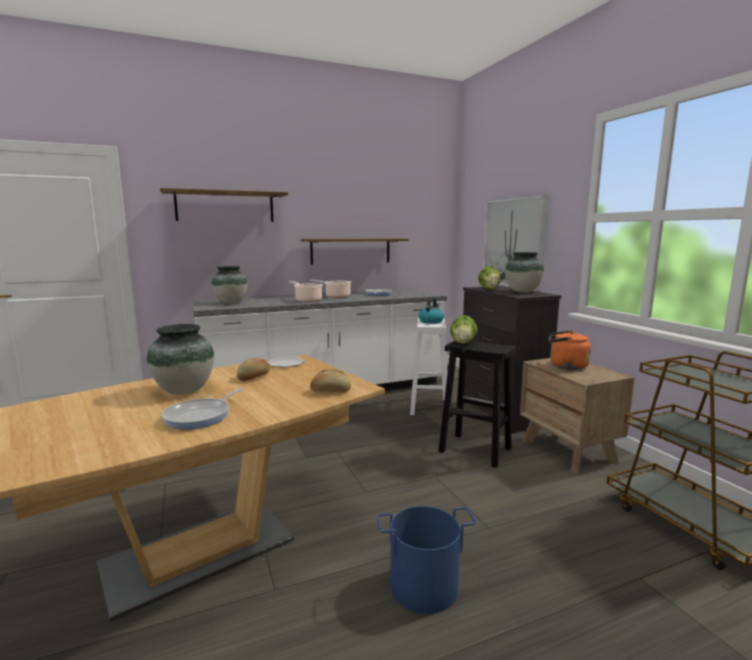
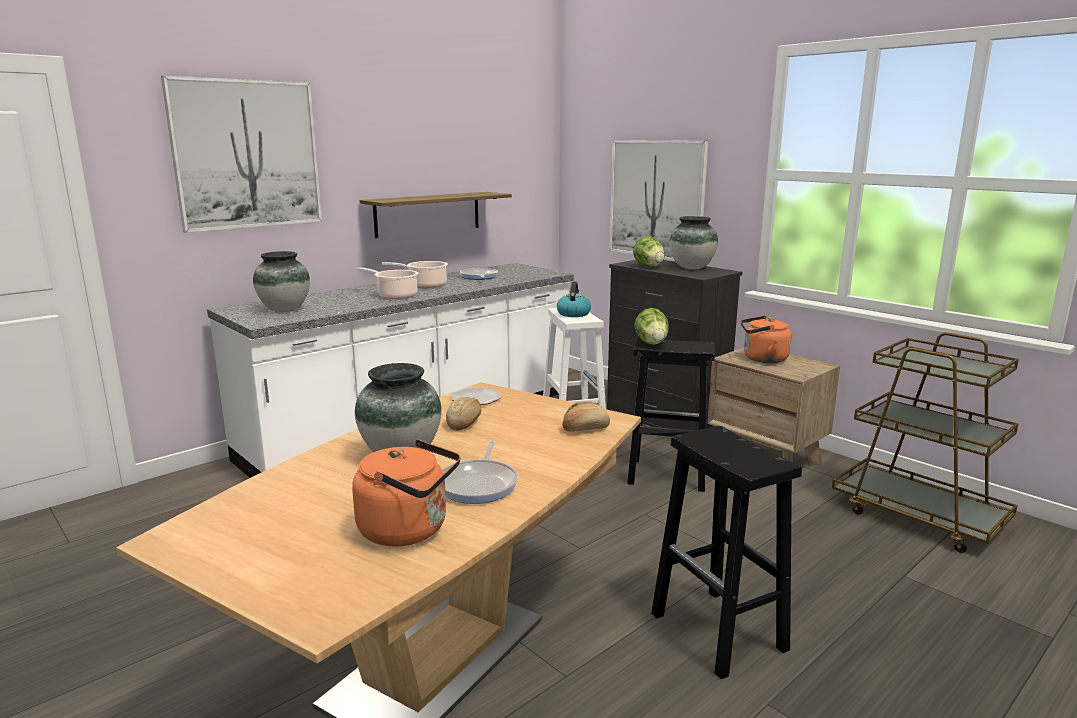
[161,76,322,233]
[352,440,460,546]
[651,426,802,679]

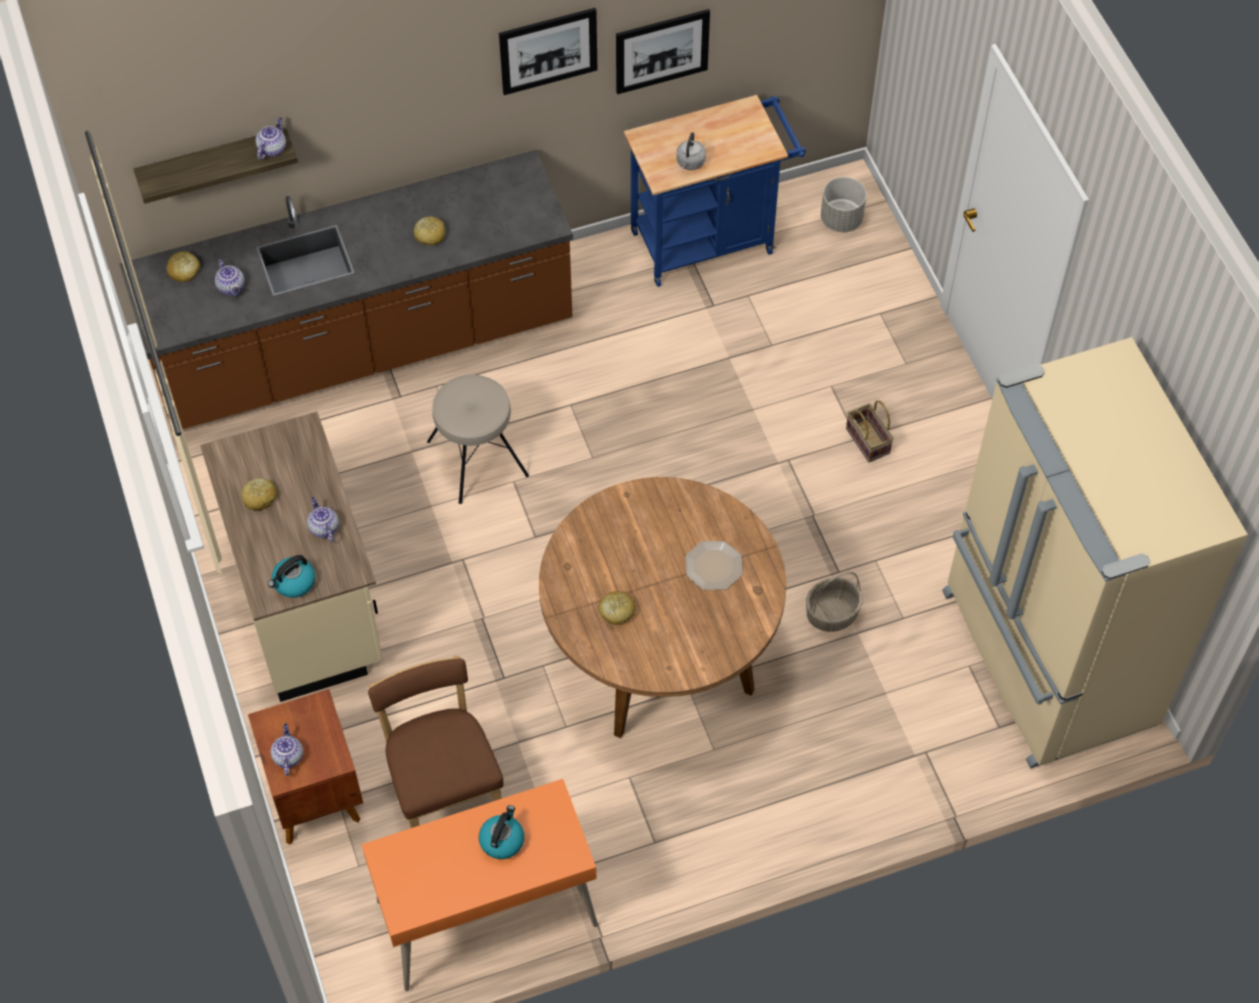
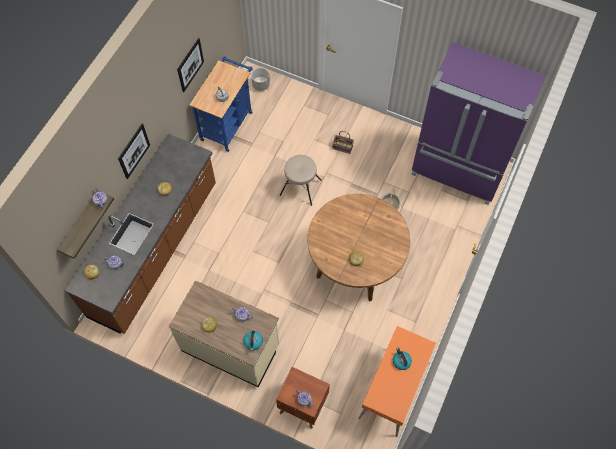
[118,124,150,179]
[280,155,322,206]
[411,42,546,205]
[368,656,504,828] (first image)
[686,541,742,590] (first image)

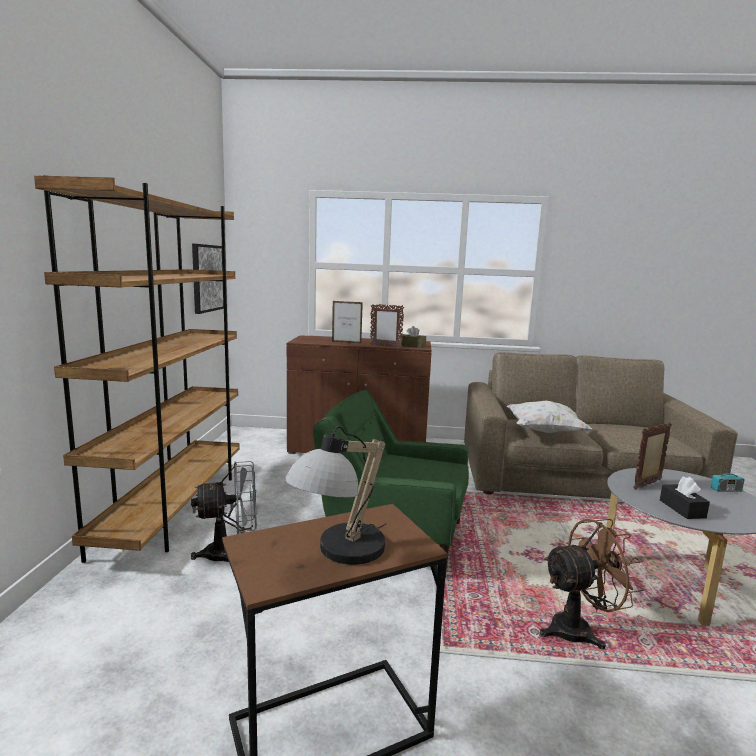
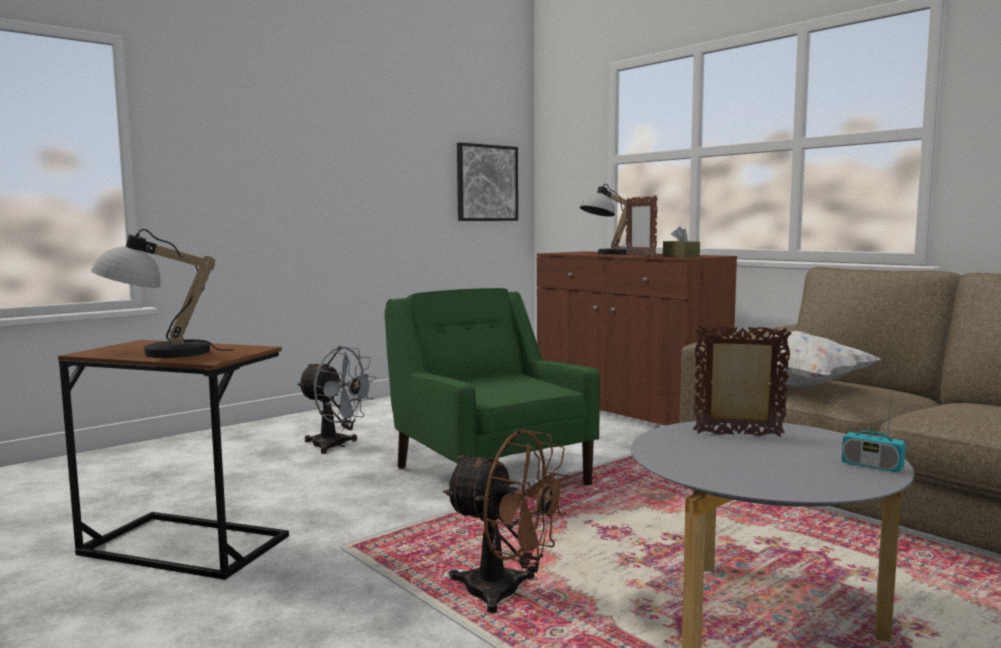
[580,184,629,255]
[34,175,240,563] (first image)
[660,476,710,519] (first image)

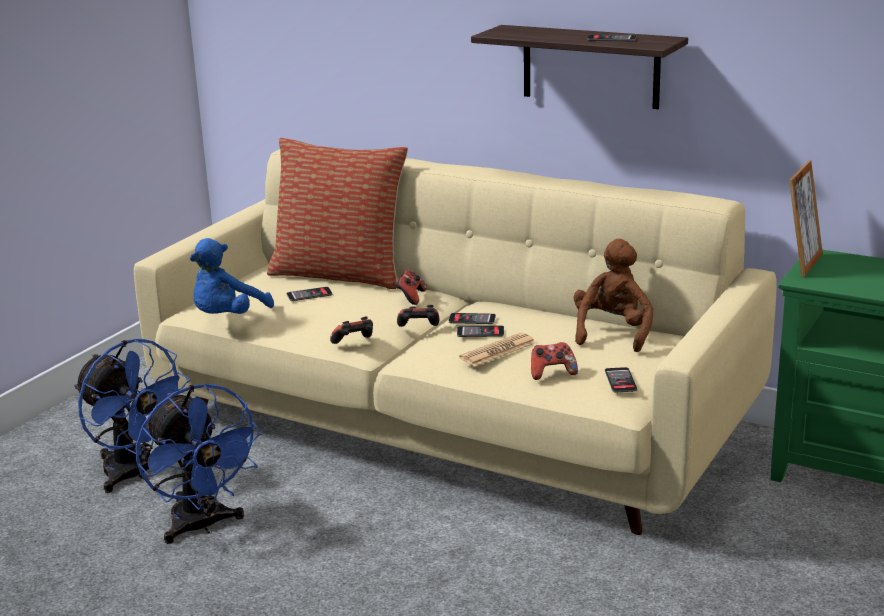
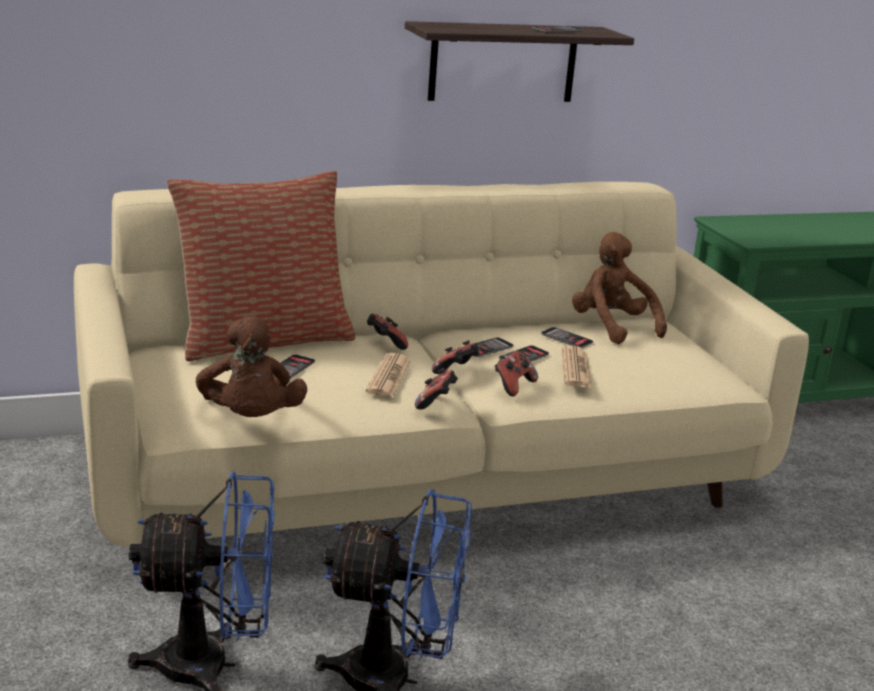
[196,316,307,417]
[366,353,411,397]
[495,351,538,396]
[541,327,593,348]
[789,160,823,277] (first image)

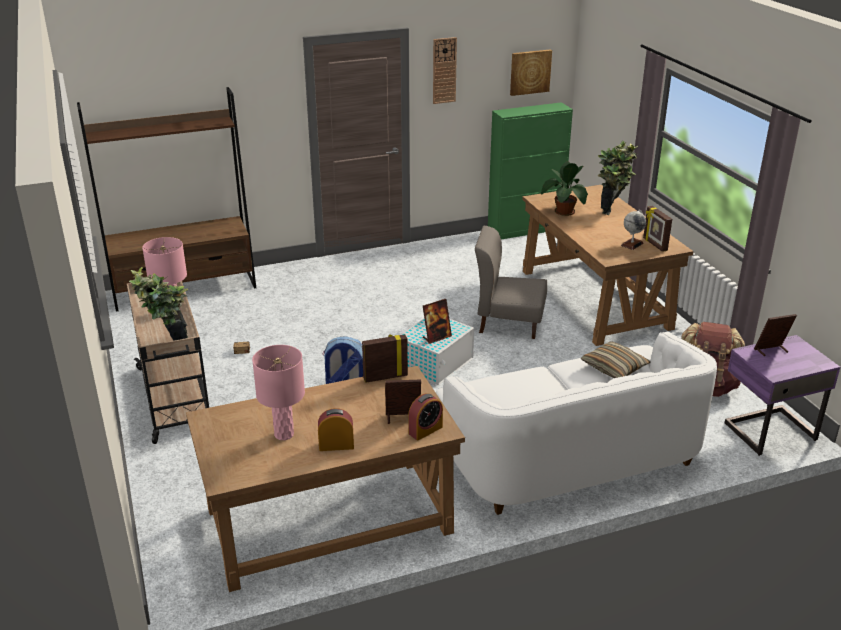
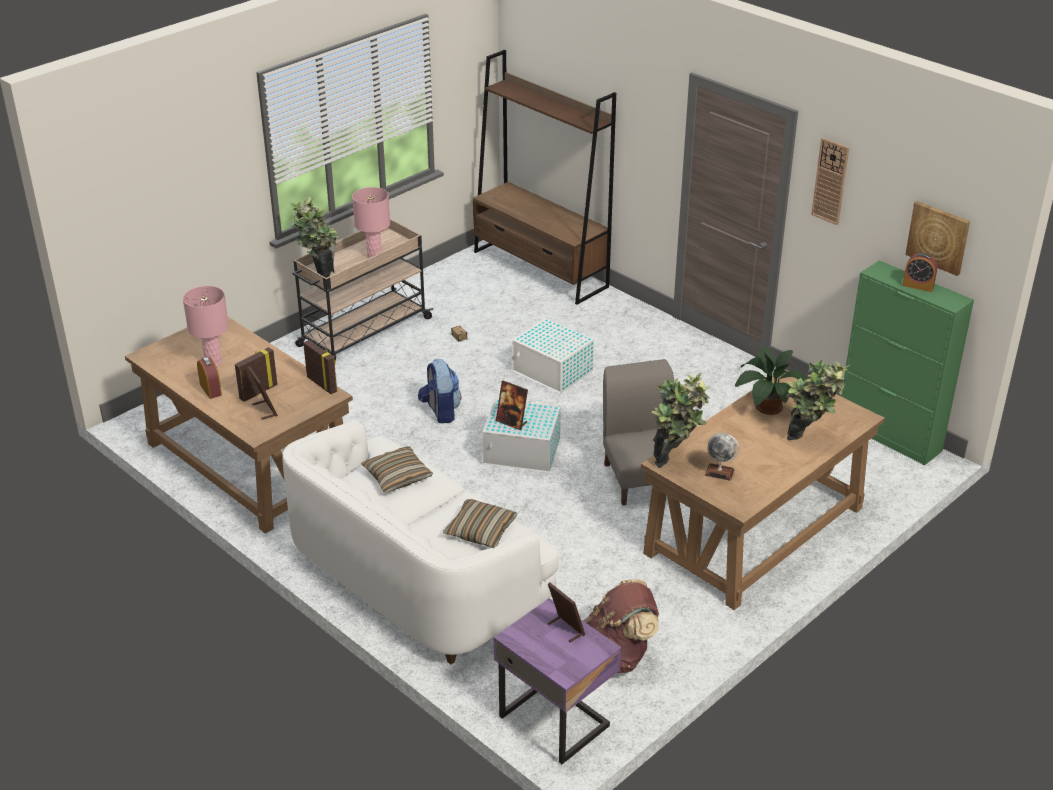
[235,347,278,402]
[361,446,433,493]
[512,318,594,393]
[652,373,711,468]
[902,253,937,292]

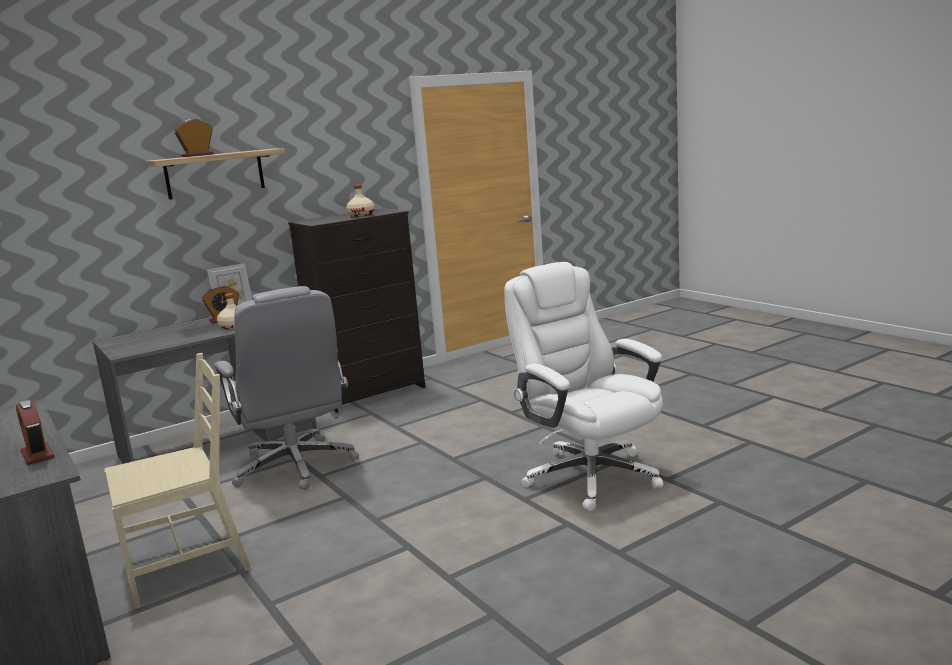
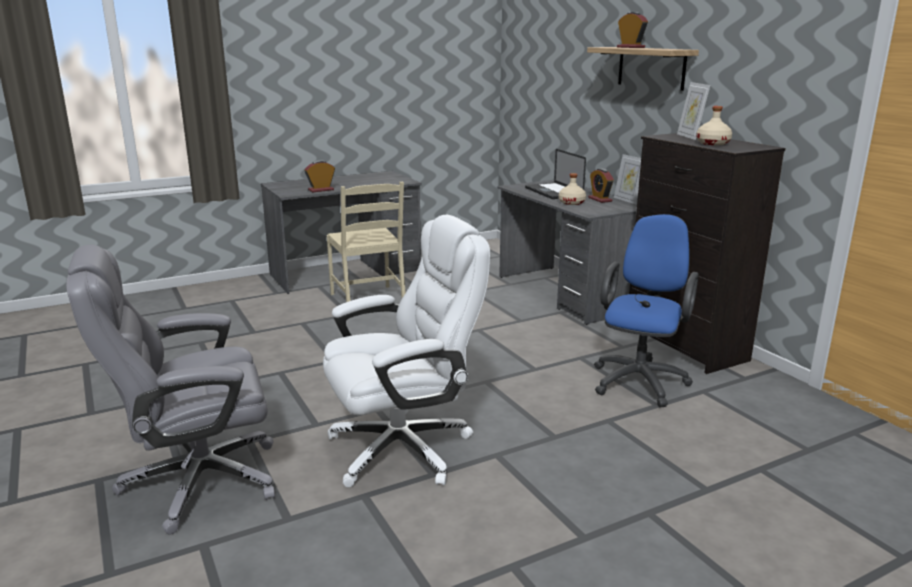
[66,245,275,534]
[525,149,586,199]
[594,214,699,407]
[677,82,710,140]

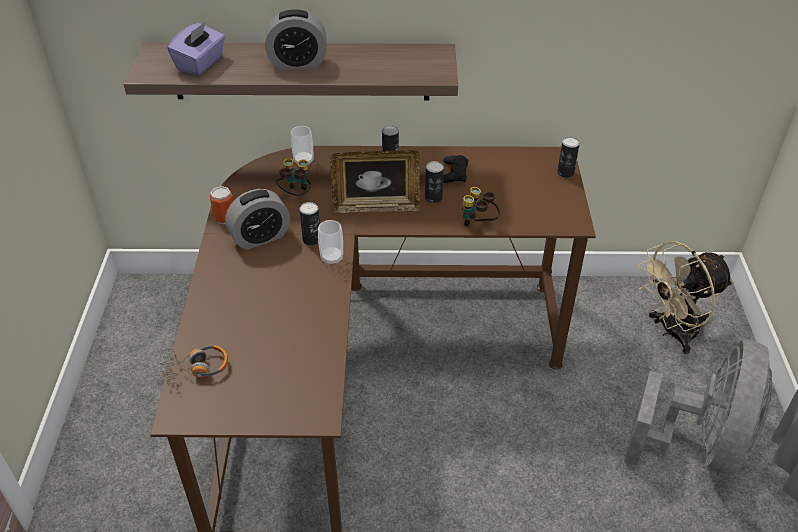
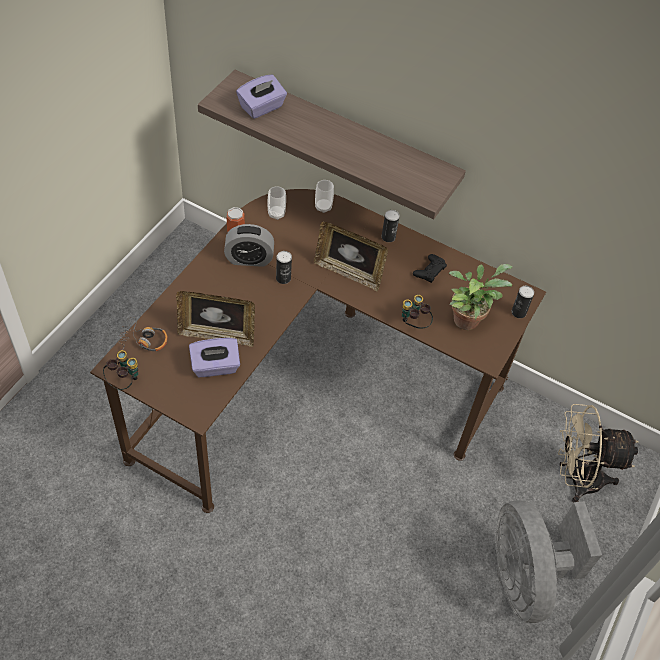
[103,350,138,390]
[176,291,255,347]
[189,338,240,377]
[268,186,286,220]
[449,264,512,330]
[494,500,602,623]
[265,9,327,69] (first image)
[425,161,444,203] (first image)

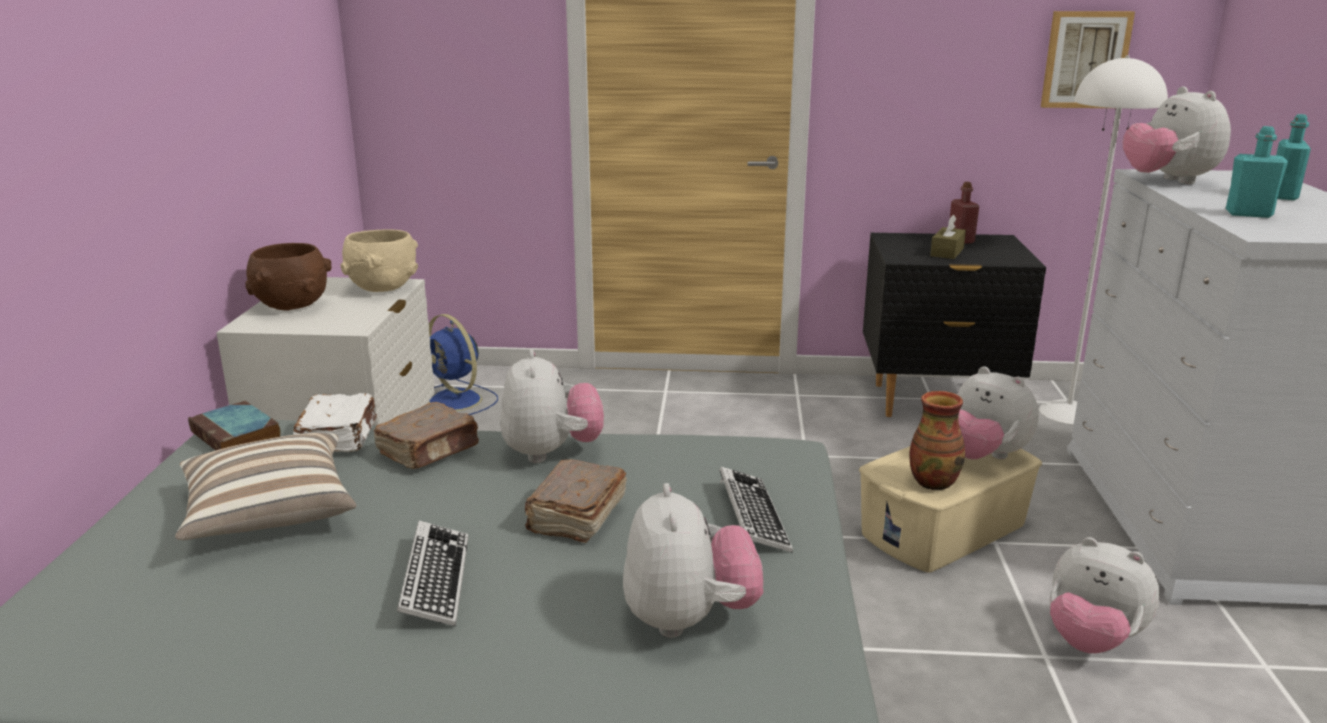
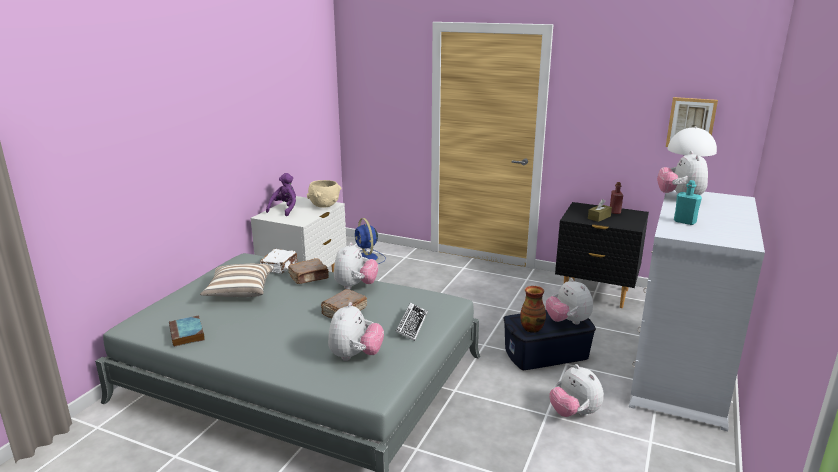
[169,315,205,347]
[266,173,296,216]
[503,310,596,370]
[397,520,468,626] (first image)
[1276,114,1311,200] (first image)

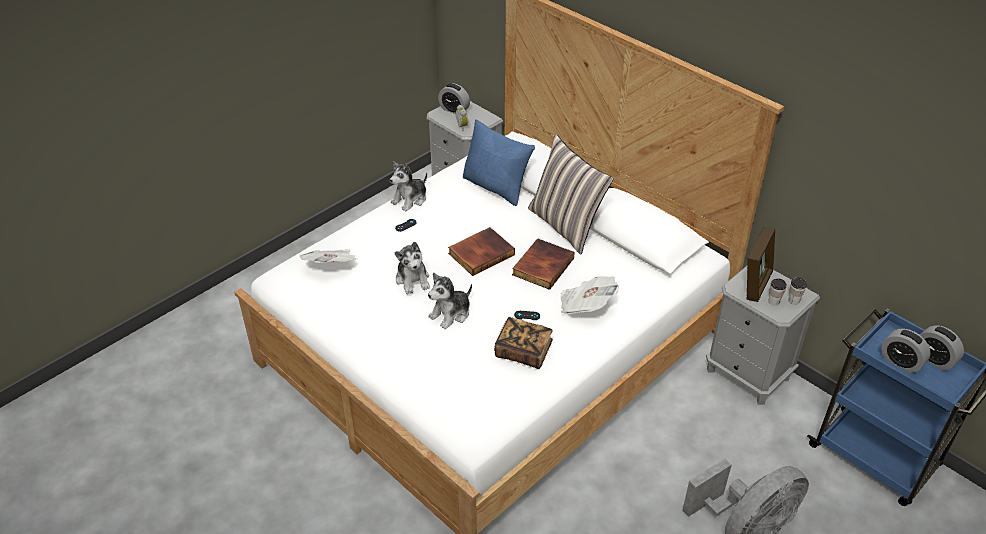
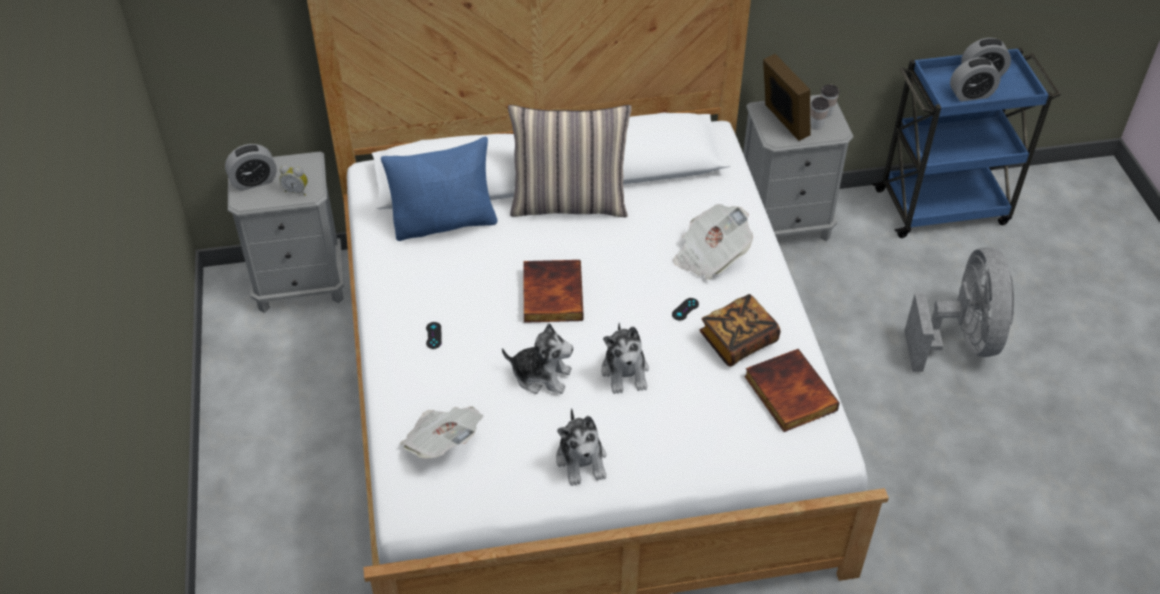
[556,408,606,486]
[744,349,839,432]

